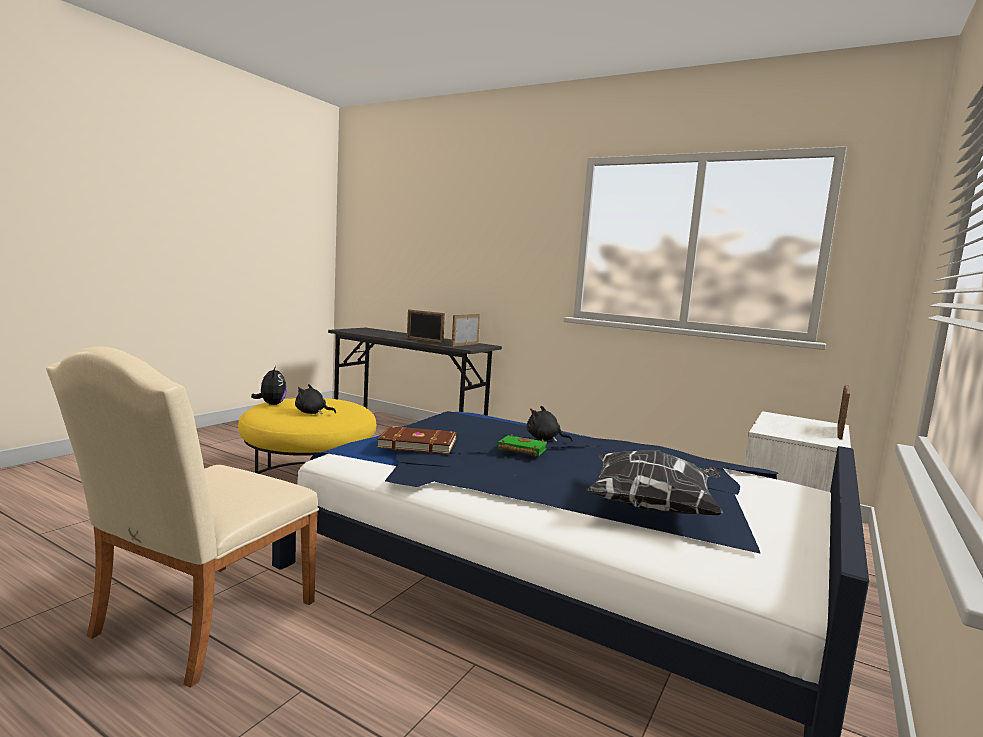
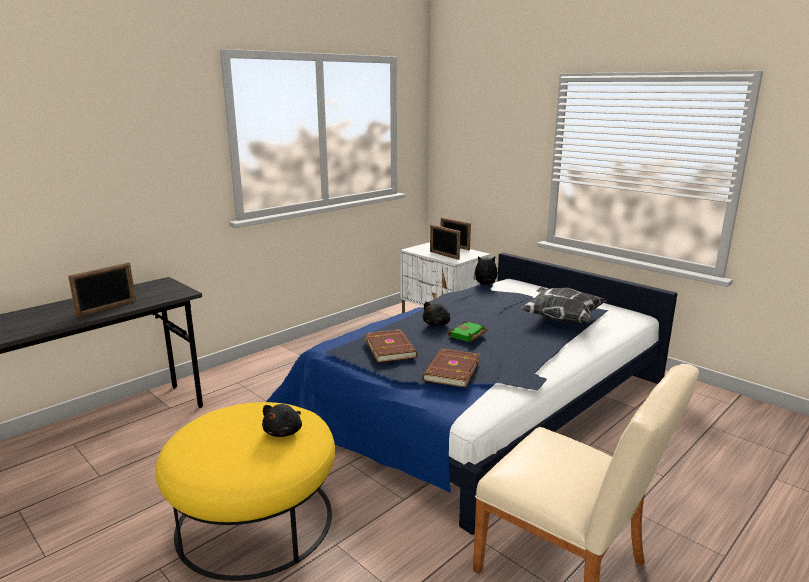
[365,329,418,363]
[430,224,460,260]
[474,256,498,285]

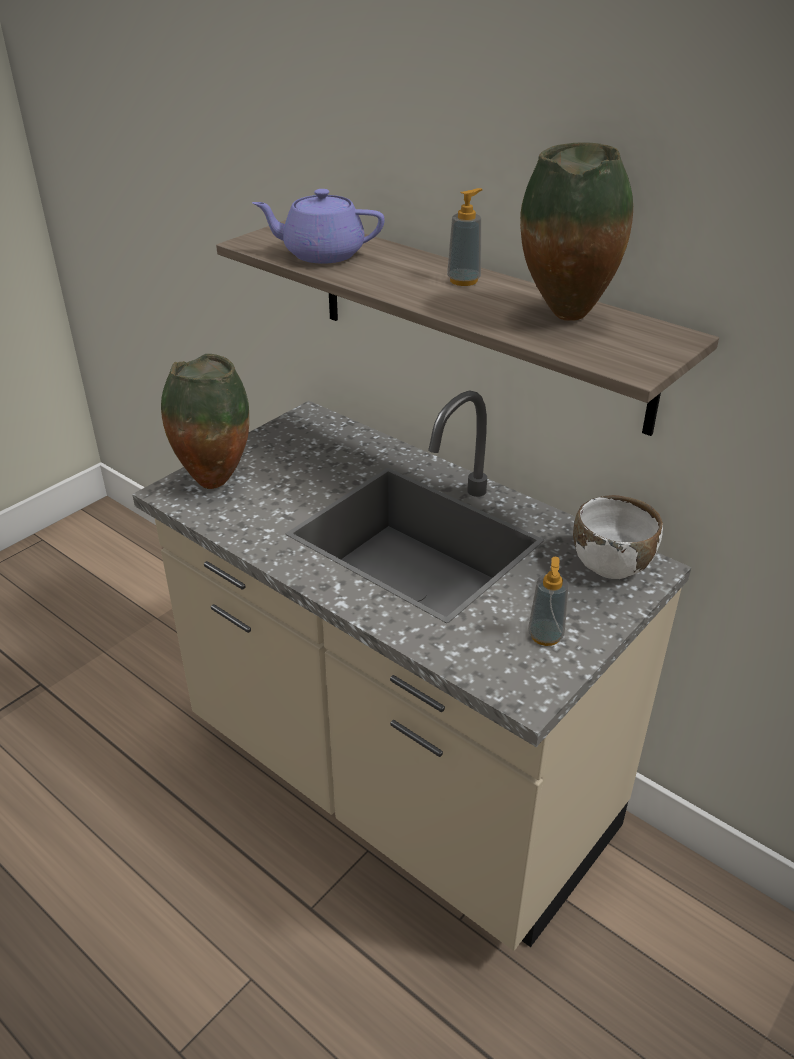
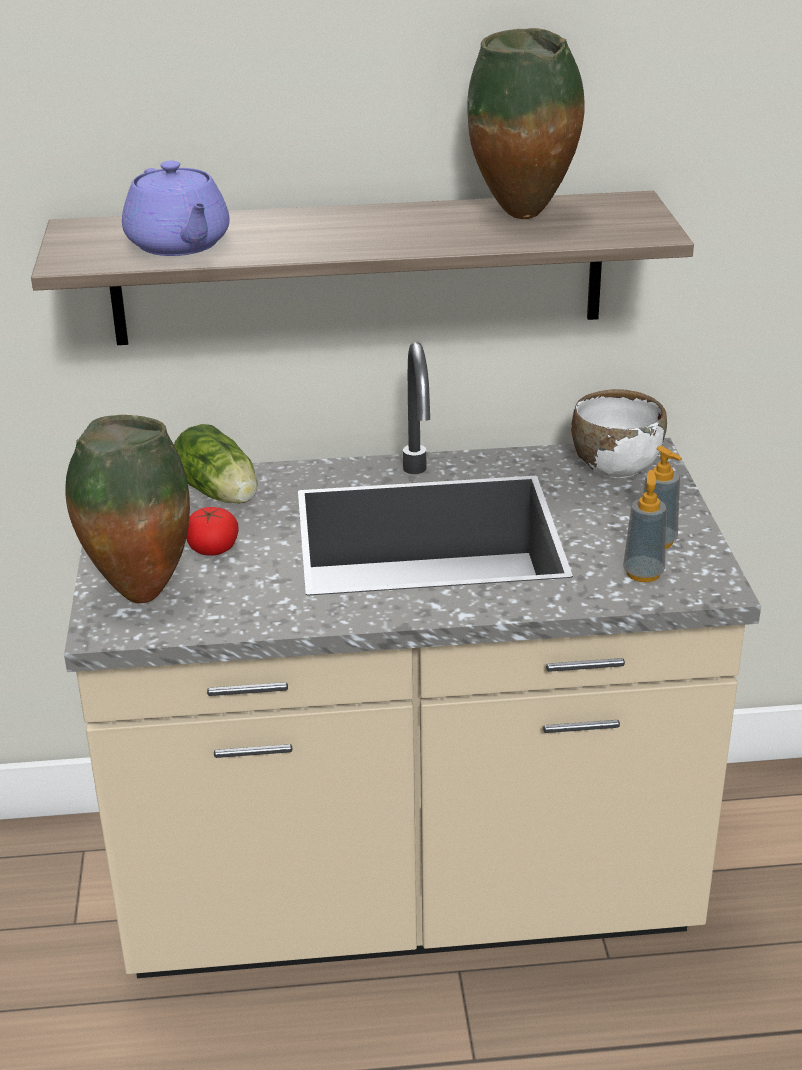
[122,161,230,256]
[174,424,258,504]
[186,507,239,556]
[623,470,667,582]

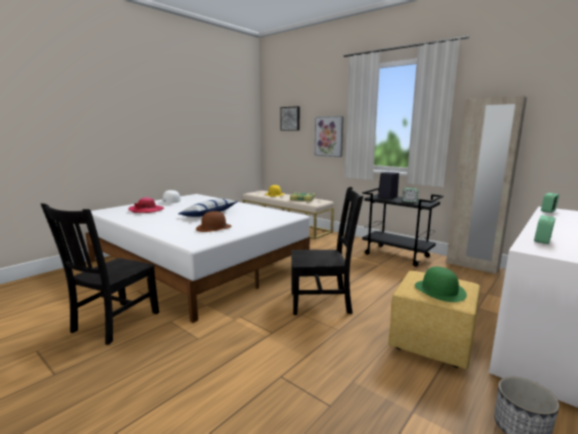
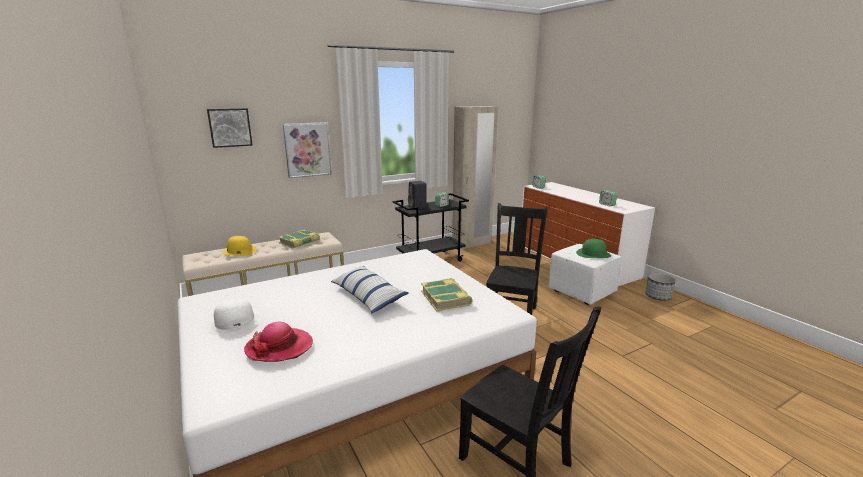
[421,278,472,311]
[548,244,622,305]

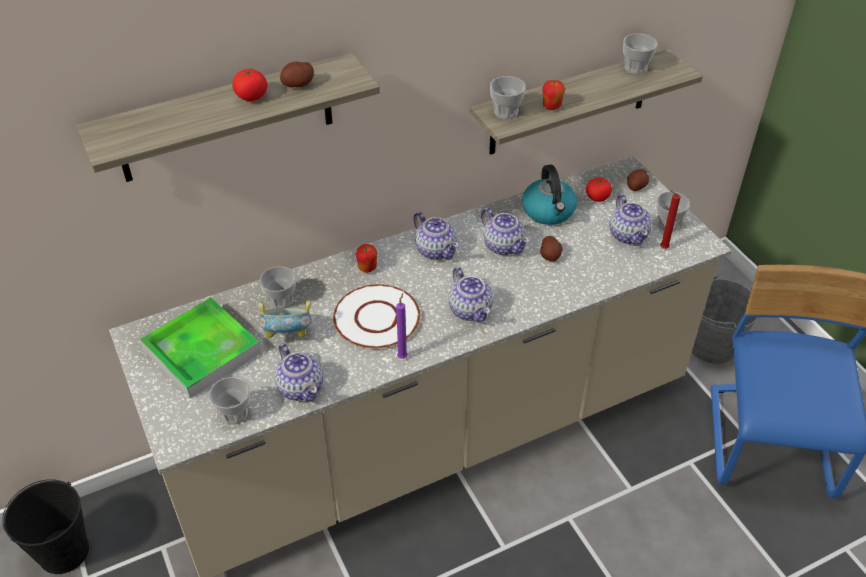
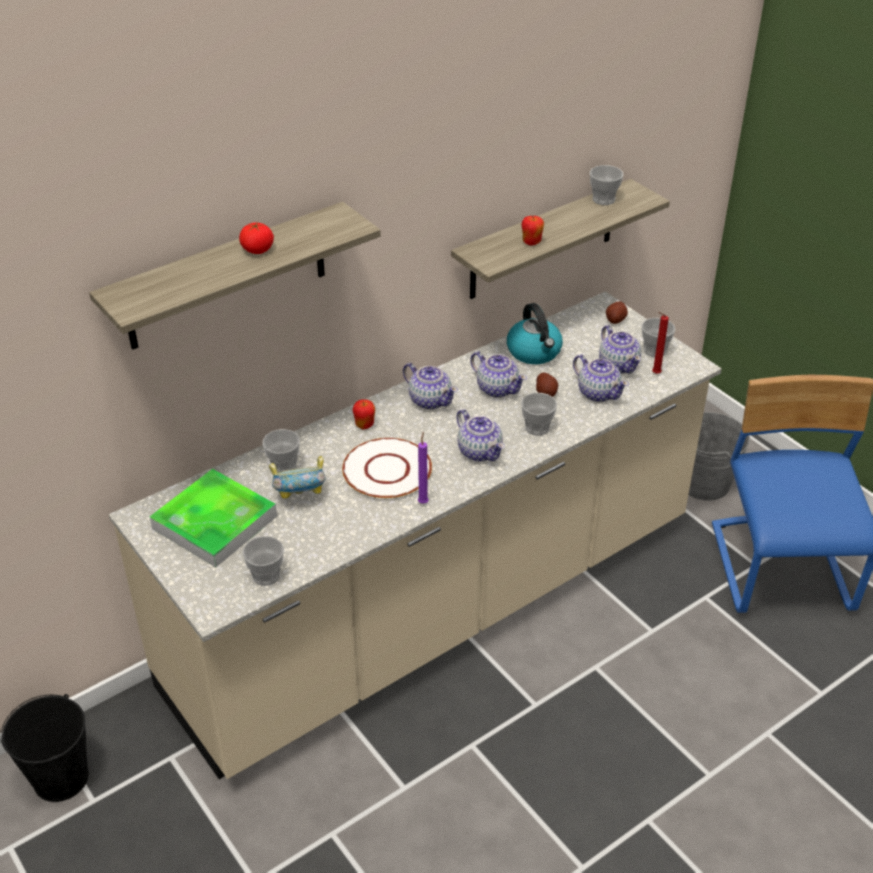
[521,393,557,436]
[573,354,629,402]
[280,61,314,87] (first image)
[586,177,612,202] (first image)

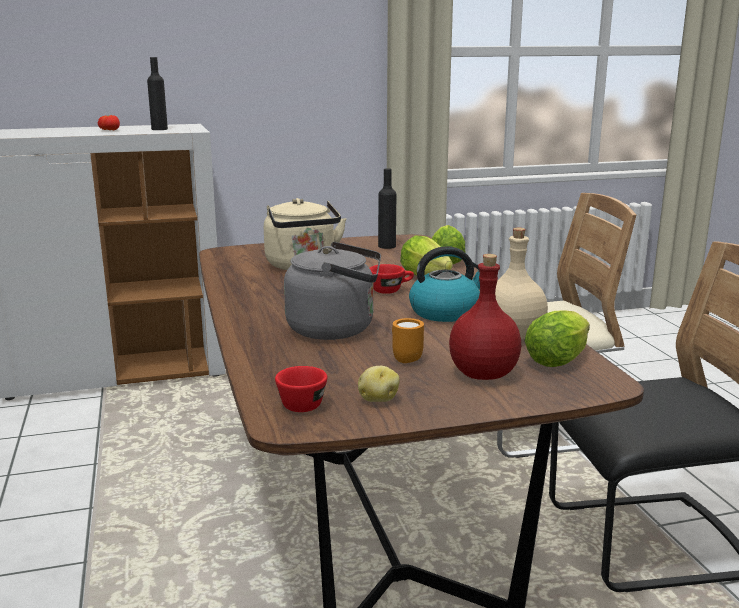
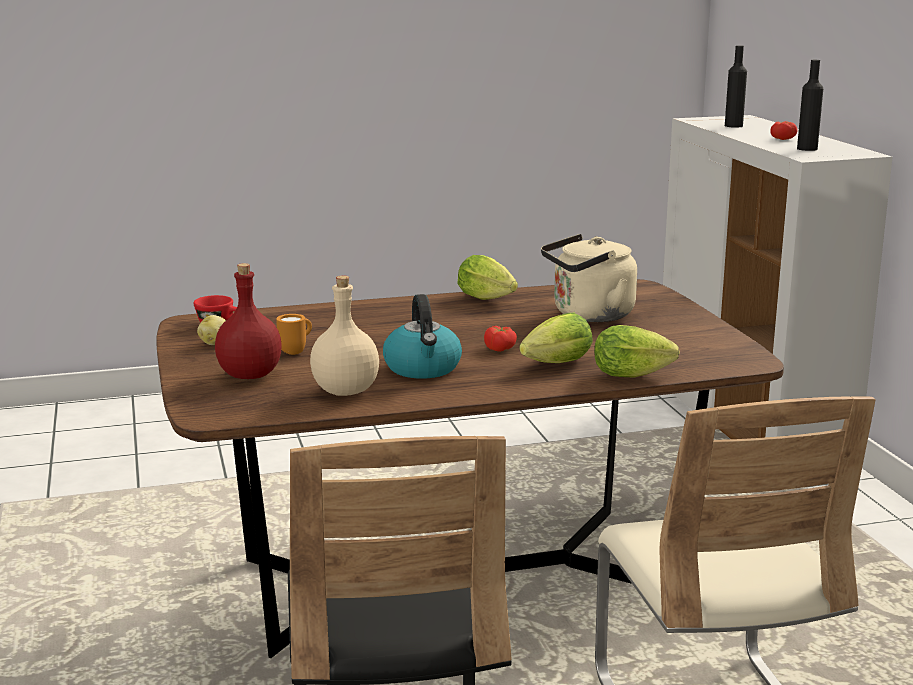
[457,255,518,300]
[484,326,517,352]
[725,45,747,128]
[284,242,381,340] (first image)

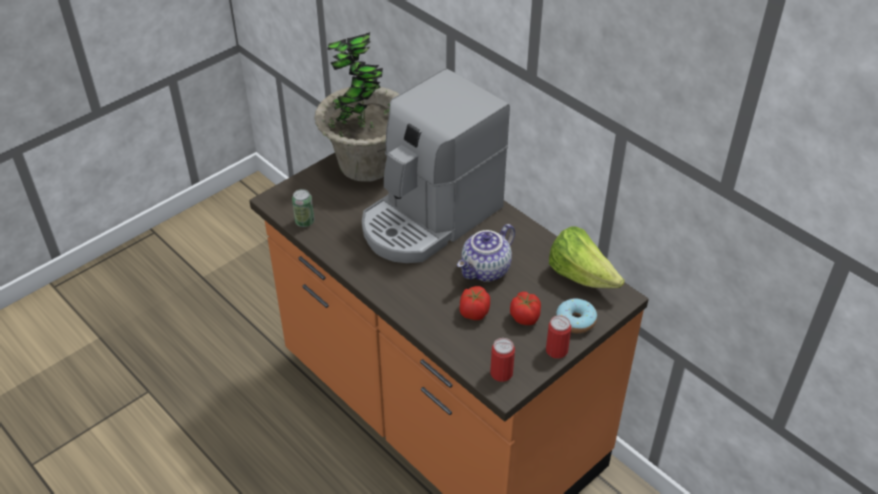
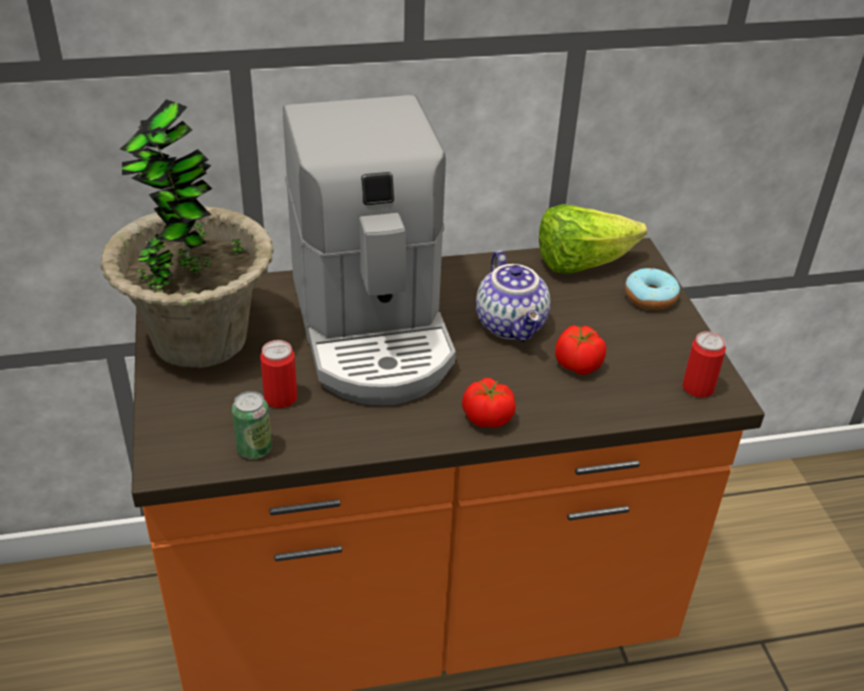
[260,340,297,408]
[462,378,516,428]

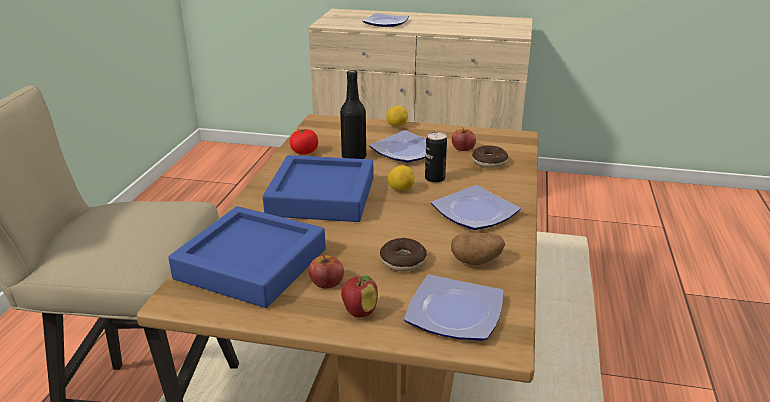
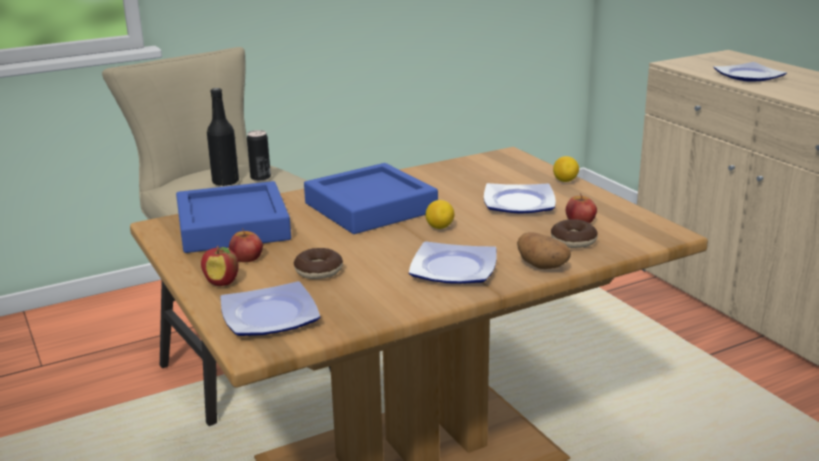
[207,88,239,186]
[247,130,271,181]
[517,232,571,269]
[290,129,318,155] (first image)

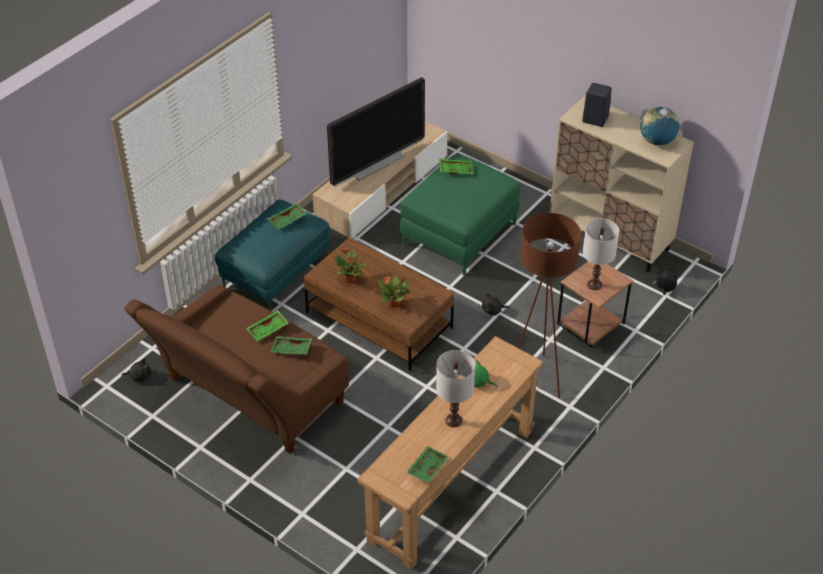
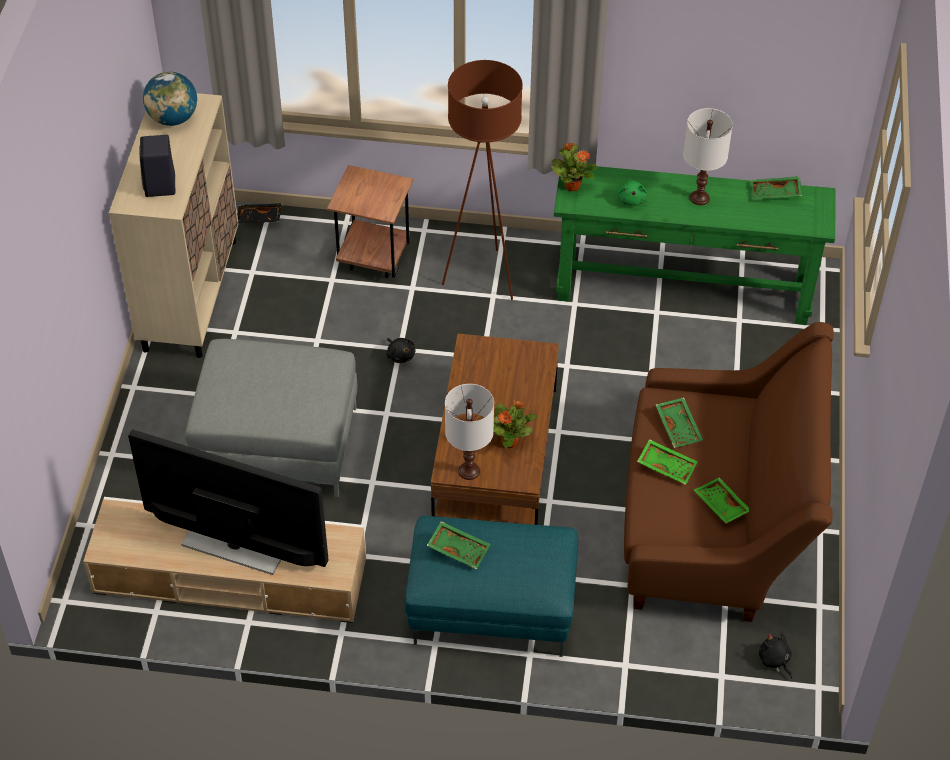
[185,339,357,497]
[237,203,283,223]
[445,384,494,480]
[551,142,597,191]
[554,166,836,325]
[694,478,749,524]

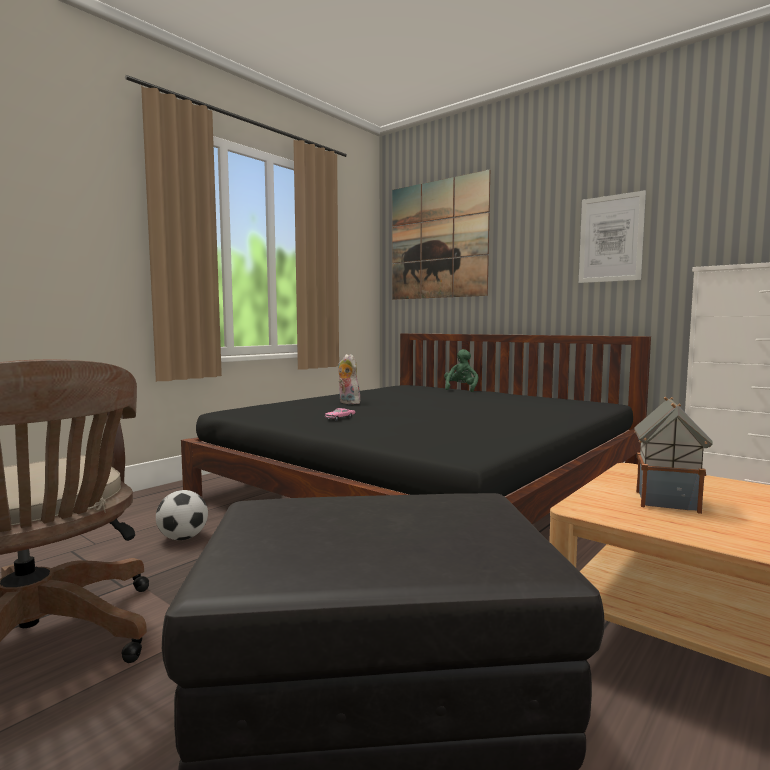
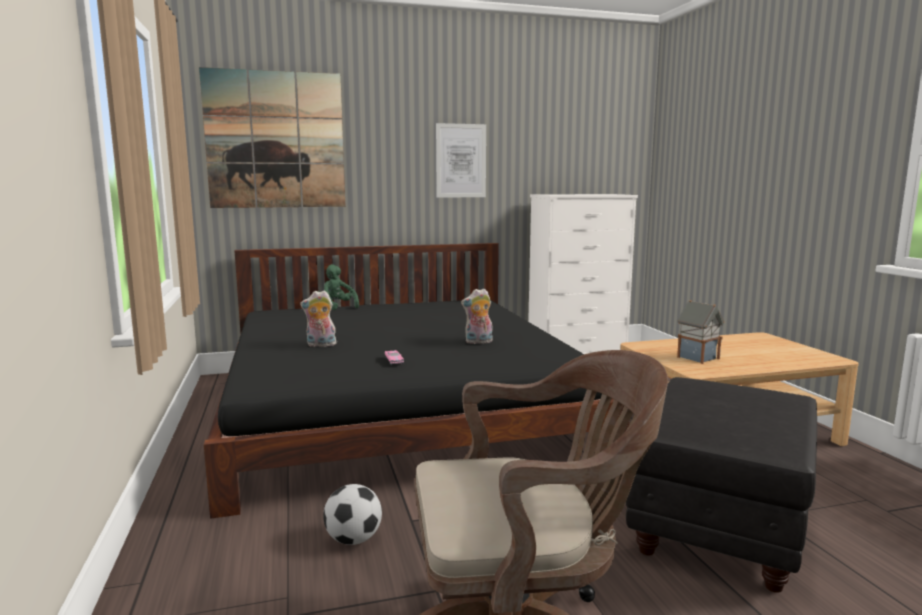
[461,288,493,344]

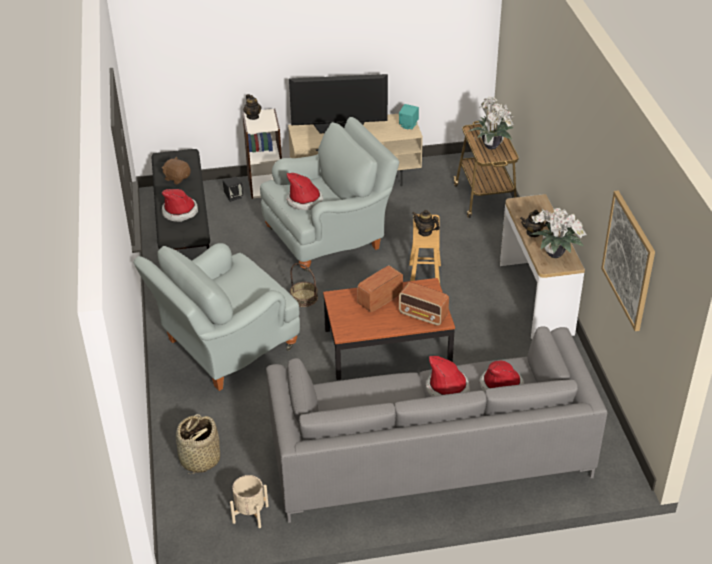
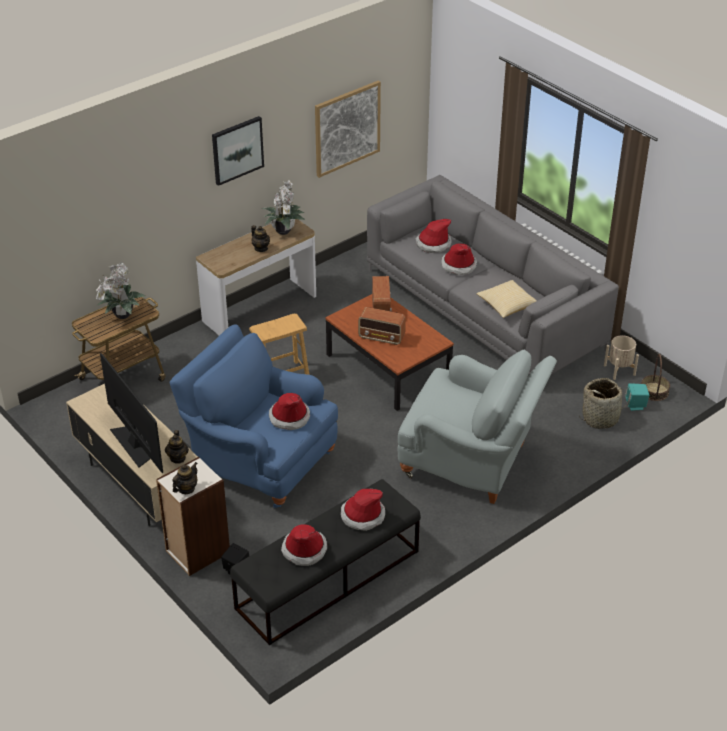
[165,430,189,464]
[170,324,338,508]
[212,116,264,186]
[281,524,327,566]
[476,280,537,318]
[625,384,649,411]
[641,354,670,401]

